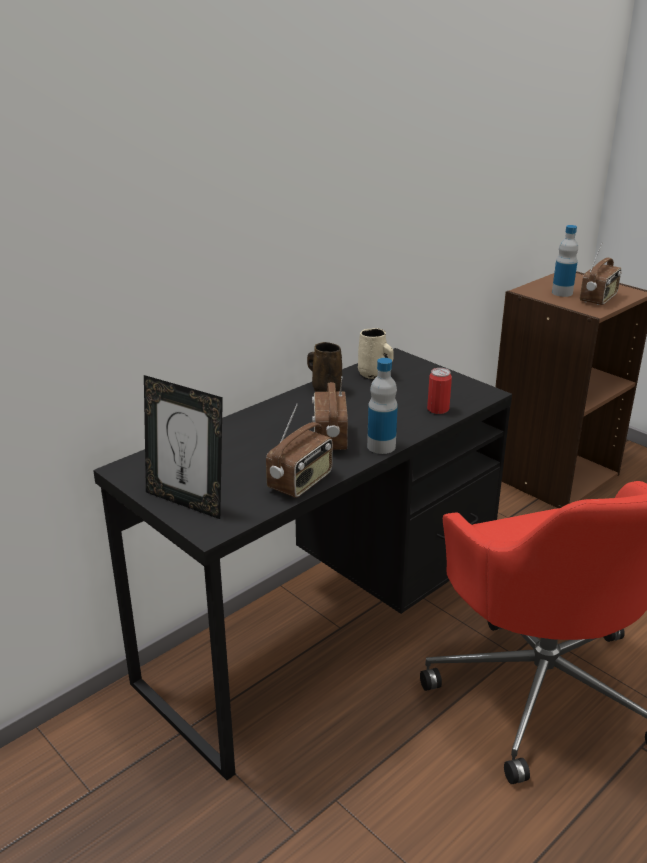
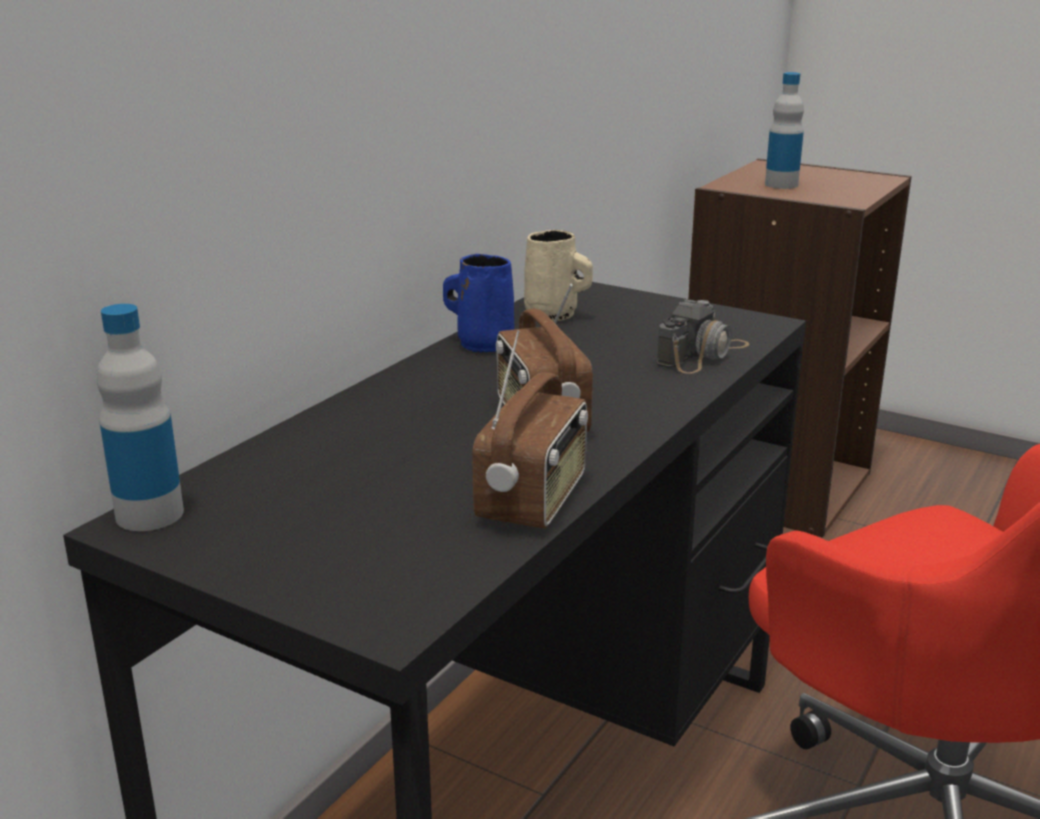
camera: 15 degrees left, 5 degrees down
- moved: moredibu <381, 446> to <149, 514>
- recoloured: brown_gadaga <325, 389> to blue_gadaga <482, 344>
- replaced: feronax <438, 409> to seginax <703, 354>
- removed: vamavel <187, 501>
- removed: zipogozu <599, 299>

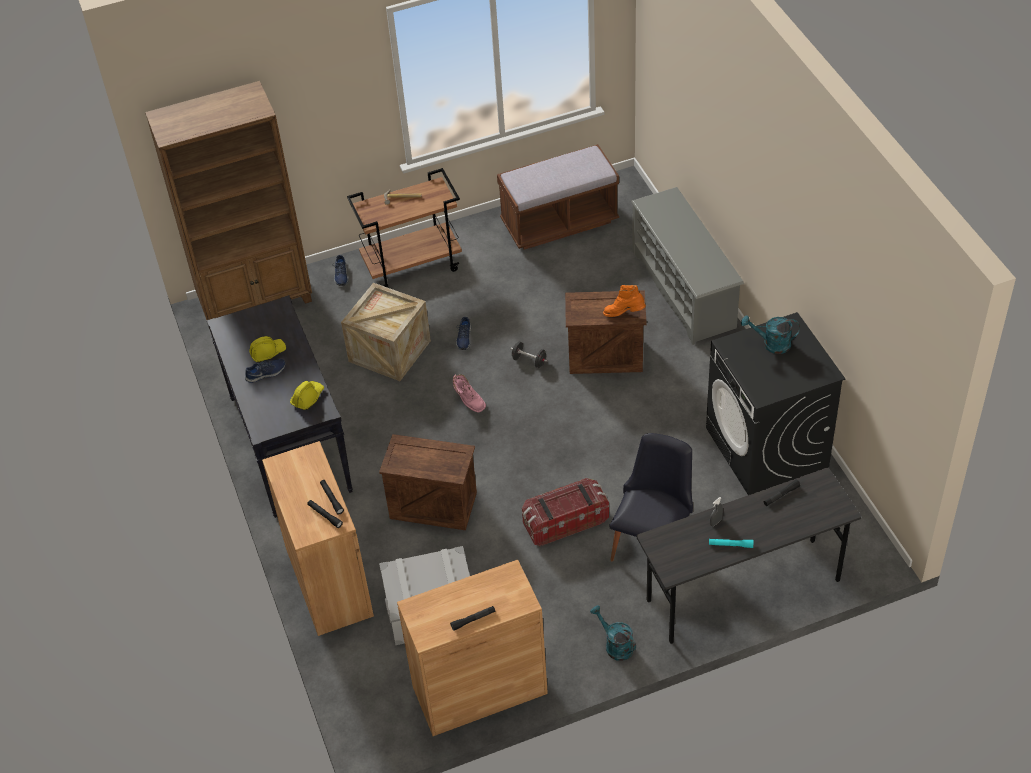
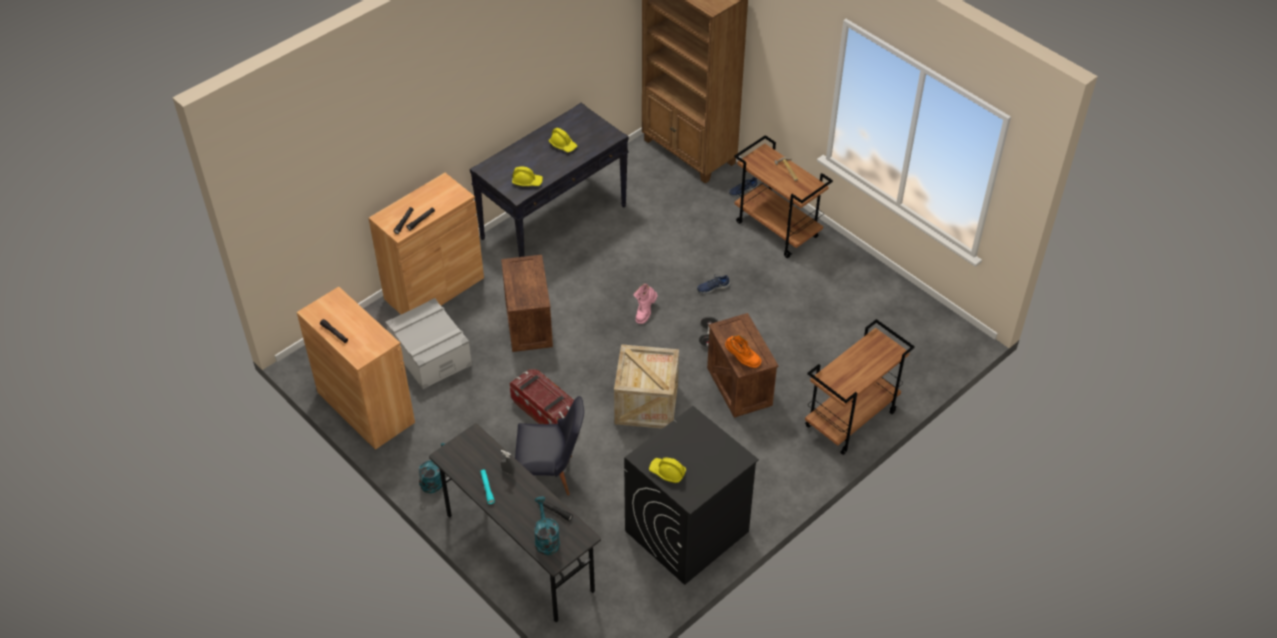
camera: 65 degrees right, 0 degrees up
- moved: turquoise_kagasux <771, 344> to <546, 539>
- moved: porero <389, 351> to <646, 404>
- added: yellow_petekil <667, 472>
- turned: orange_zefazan <624, 314> = <741, 359> 135 degrees clockwise
- replaced: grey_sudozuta <684, 289> to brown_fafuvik <850, 420>
- removed: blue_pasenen <266, 373>
- removed: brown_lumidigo <559, 222>

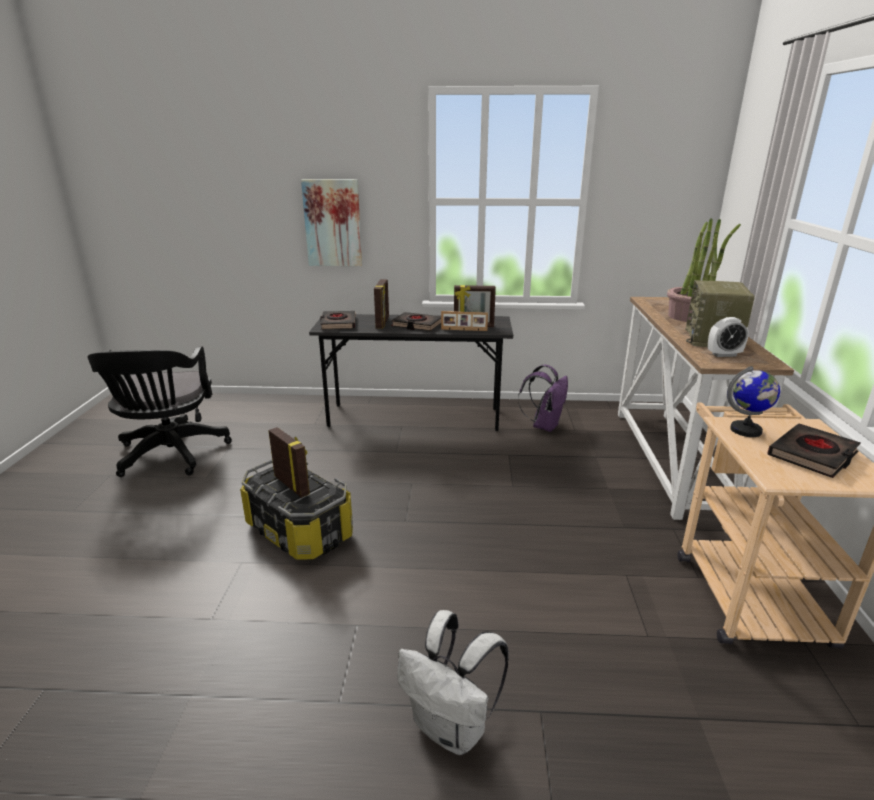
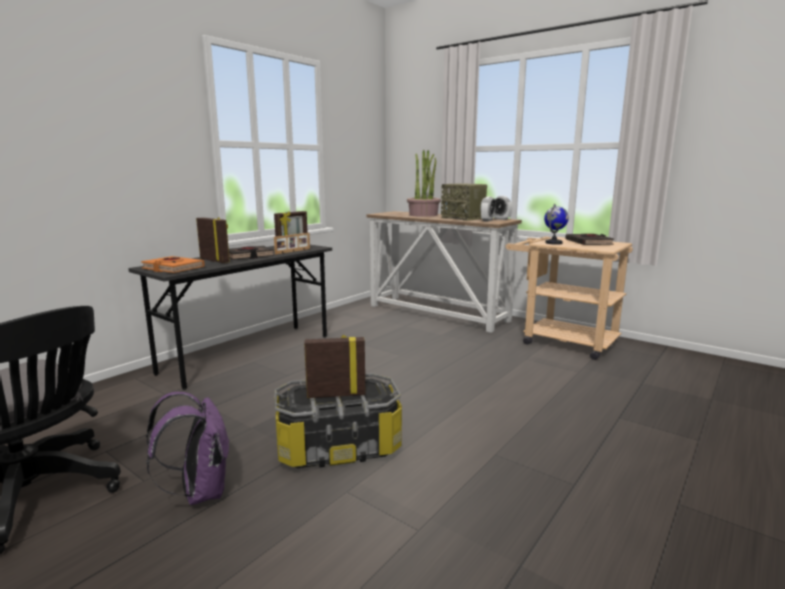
camera: 55 degrees left, 10 degrees down
- recoloured: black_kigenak <338, 323> to orange_kigenak <173, 268>
- moved: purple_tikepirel <544, 425> to <200, 491>
- added: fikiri <501, 219>
- removed: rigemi <333, 223>
- removed: white_tikepirel <452, 728>

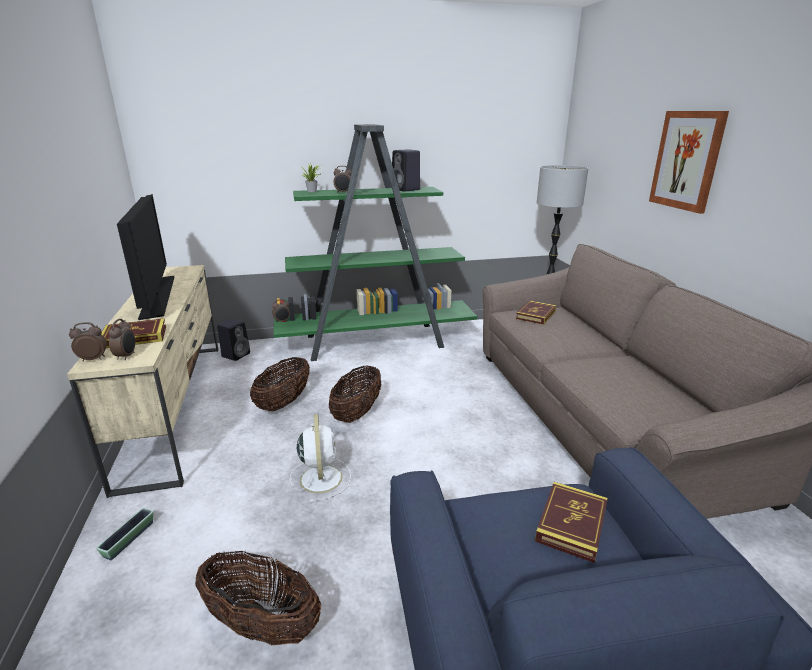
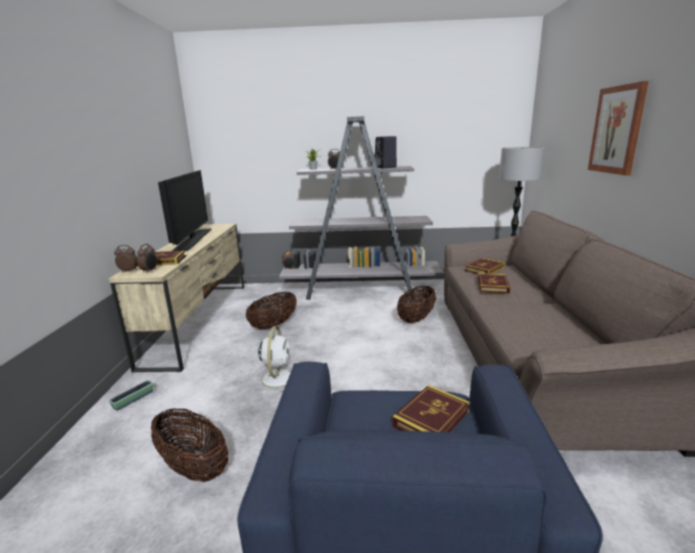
camera: 15 degrees right, 5 degrees down
- recoloured: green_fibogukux <376, 341> to grey_fibogukux <361, 289>
- moved: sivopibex <357, 413> to <416, 319>
- added: kigenak <492, 286>
- removed: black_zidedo <236, 355>

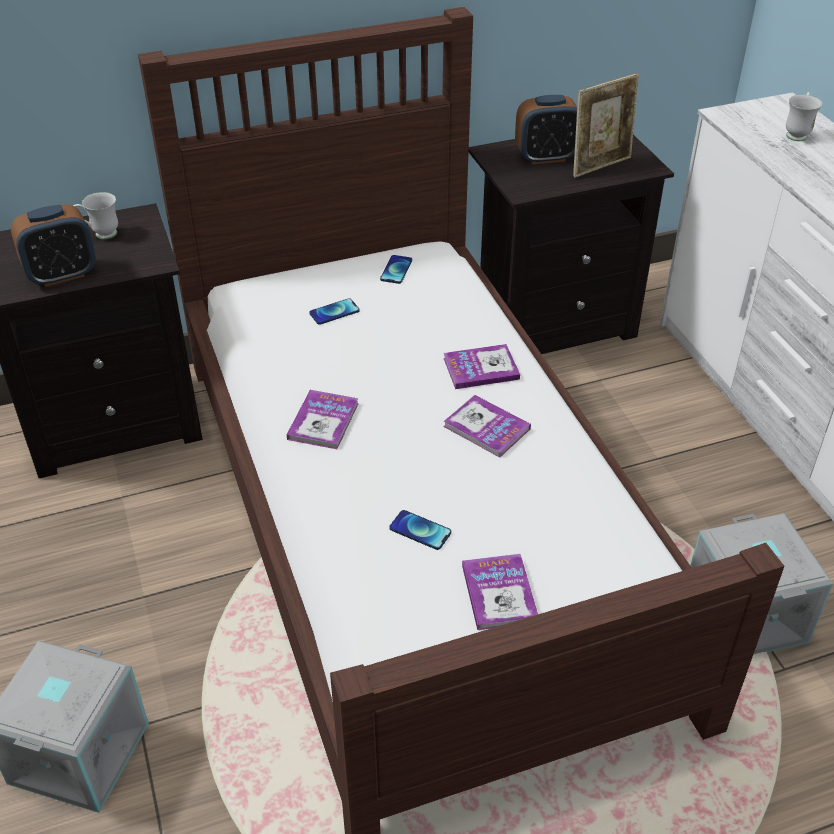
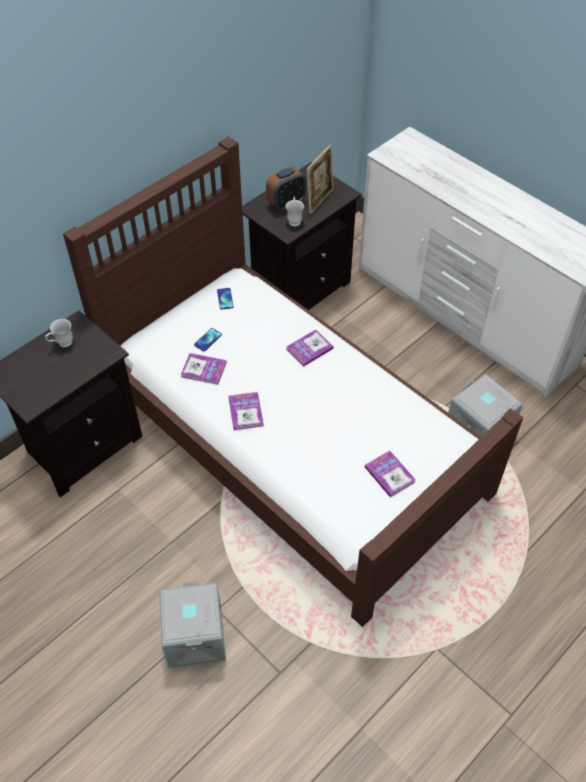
camera: 25 degrees left, 10 degrees up
- moved: kigenak <486, 428> to <203, 369>
- moved: white_gadaga <797, 133> to <294, 220>
- removed: fikiri <62, 275>
- removed: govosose <420, 531>

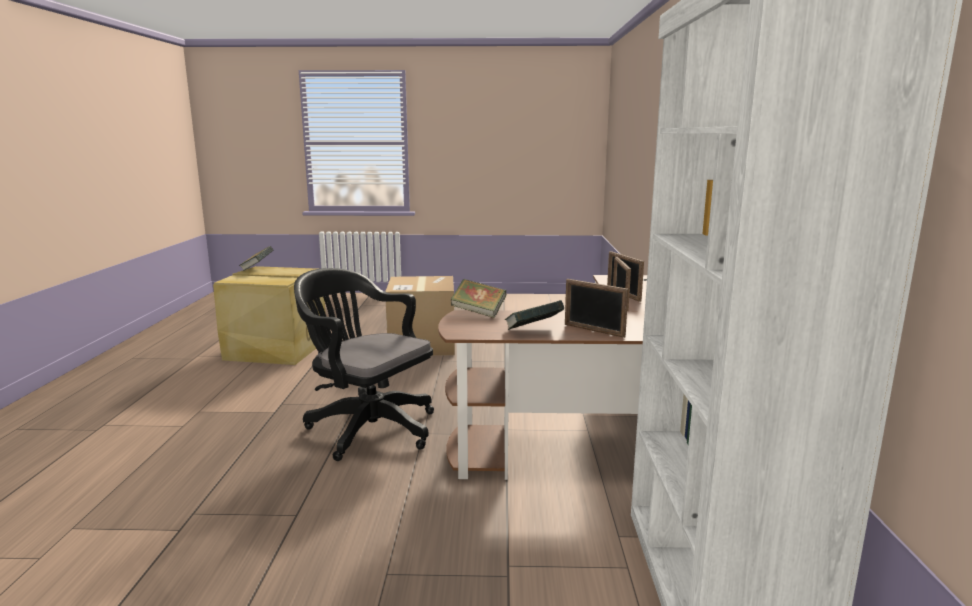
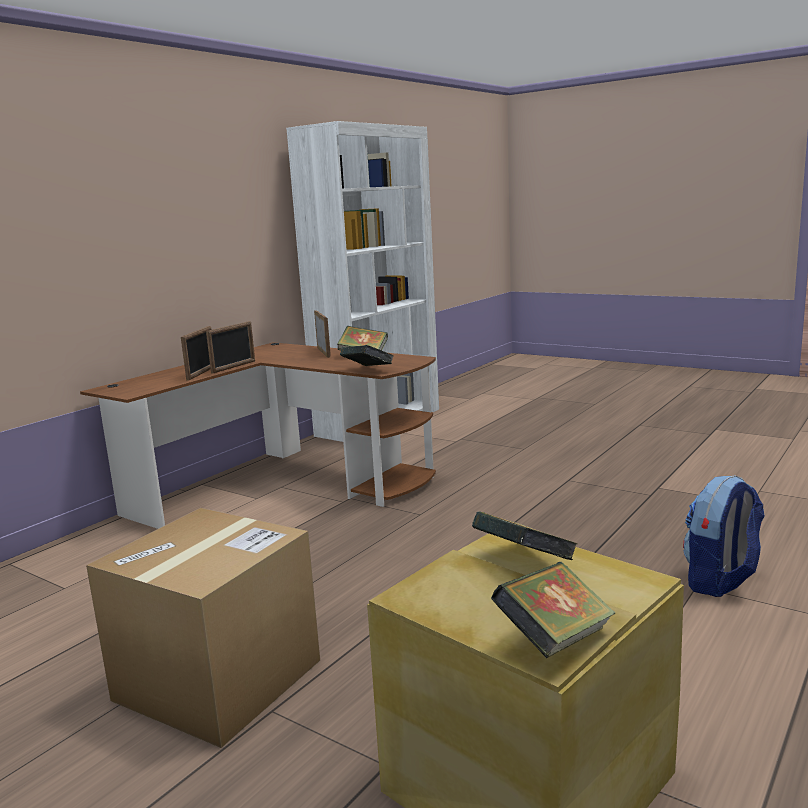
camera: 145 degrees left, 0 degrees up
- added: kigenak <523, 562>
- added: tikepirel <721, 582>
- removed: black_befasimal <367, 427>

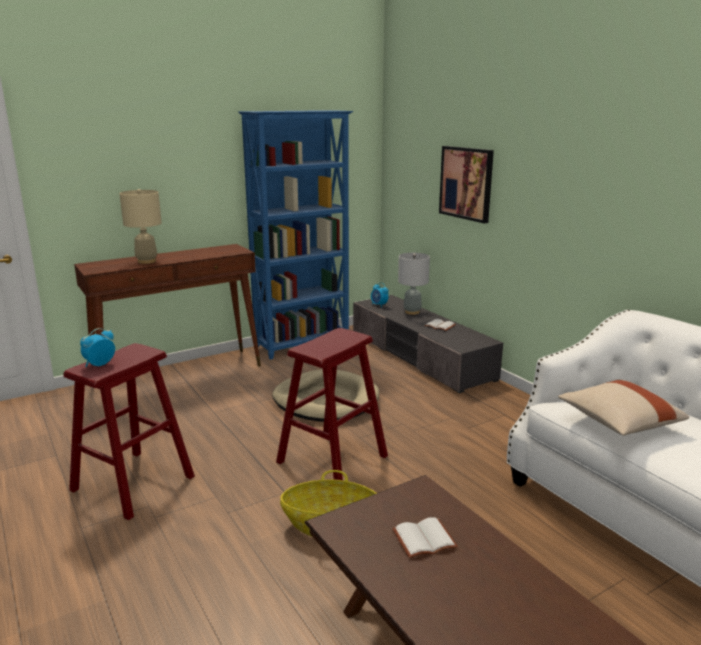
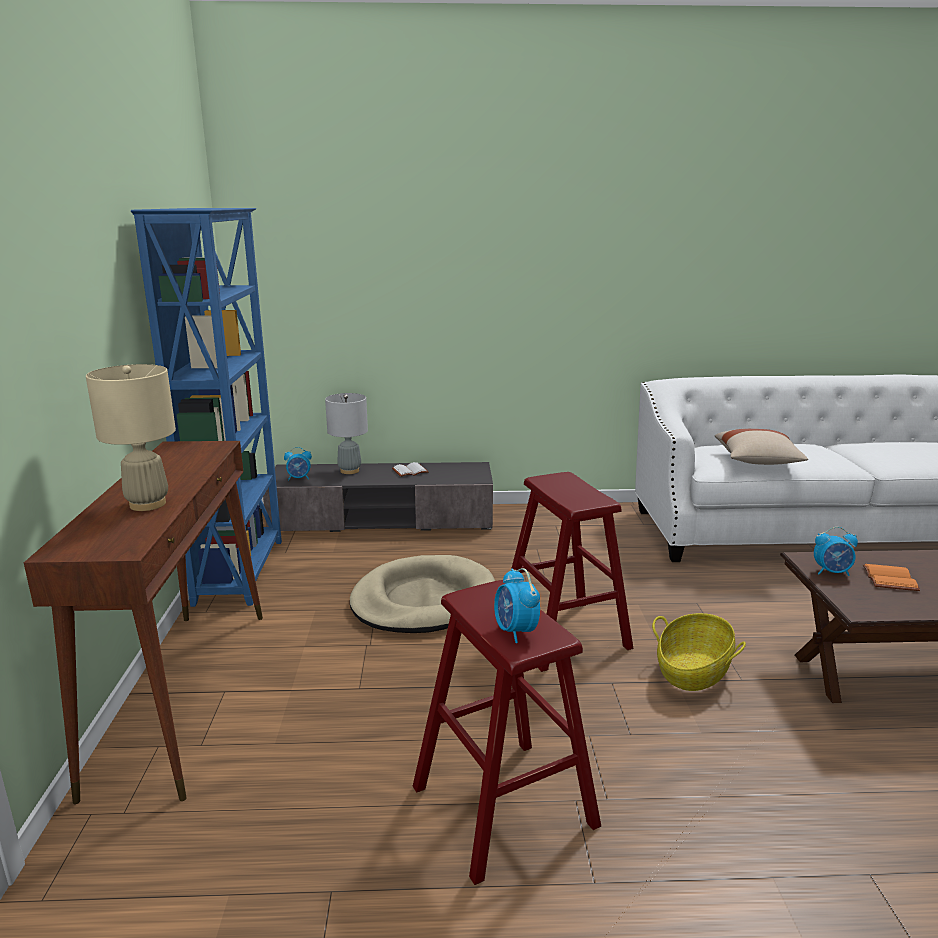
camera: 60 degrees left, 0 degrees up
- added: fikiri <832, 572>
- recoloured: white_kigenak <424, 540> to orange_kigenak <891, 580>
- removed: rigemi <466, 183>

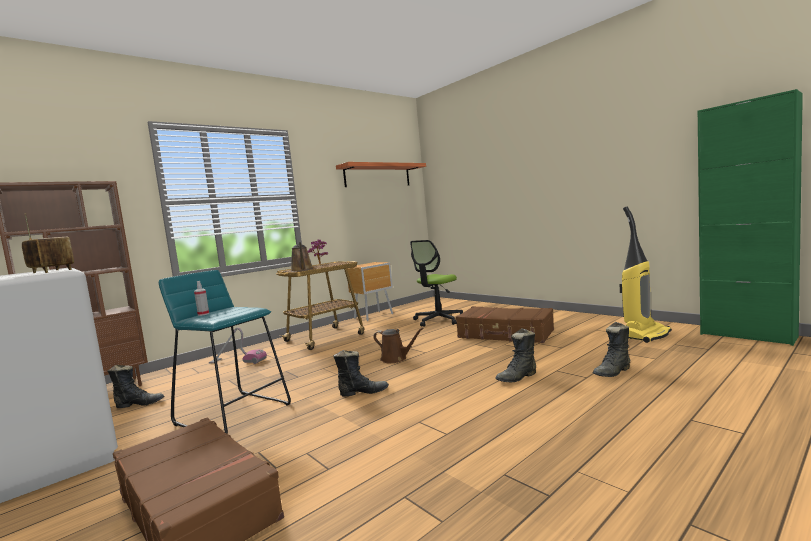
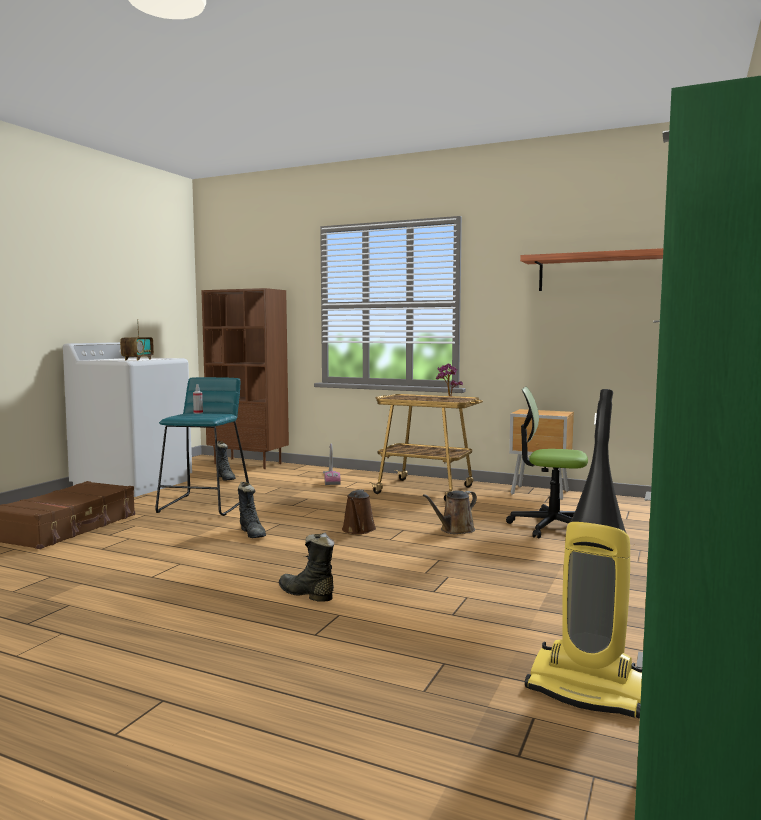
camera: 65 degrees right, 0 degrees up
- moved: brown_kagasux <302, 270> to <455, 530>
- removed: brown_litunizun <505, 334>
- removed: black_zefazan <613, 372>

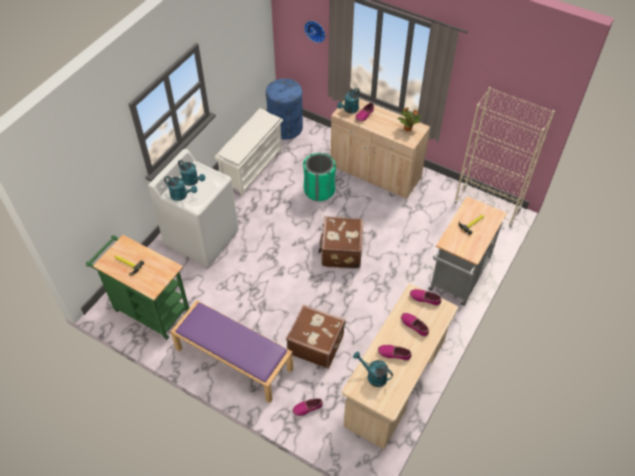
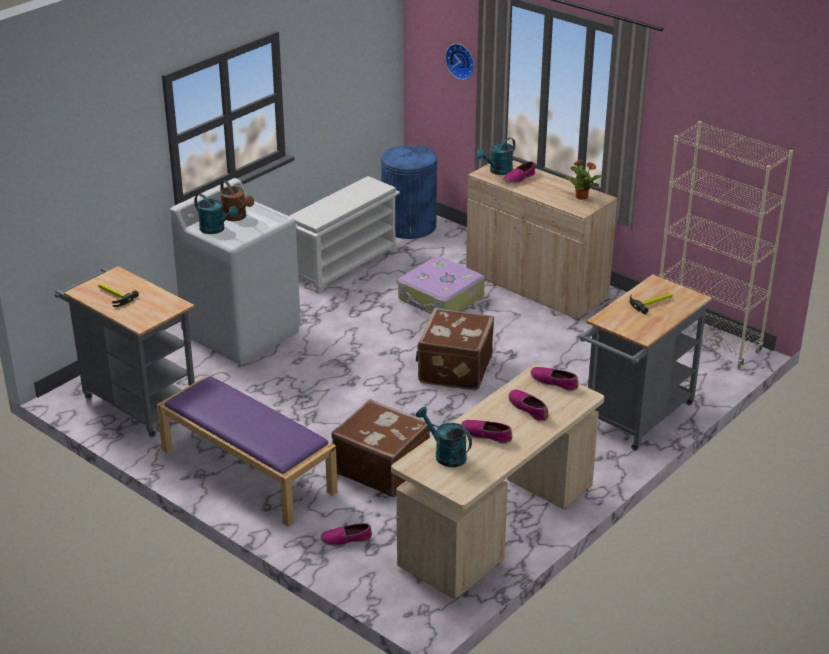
camera: 10 degrees right, 20 degrees down
- recoloured: green_fafuvik <148, 309> to grey_fafuvik <135, 402>
- recoloured: turquoise_kagasux <192, 181> to brown_kagasux <237, 217>
- replaced: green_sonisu <319, 190> to litunizun <440, 298>

